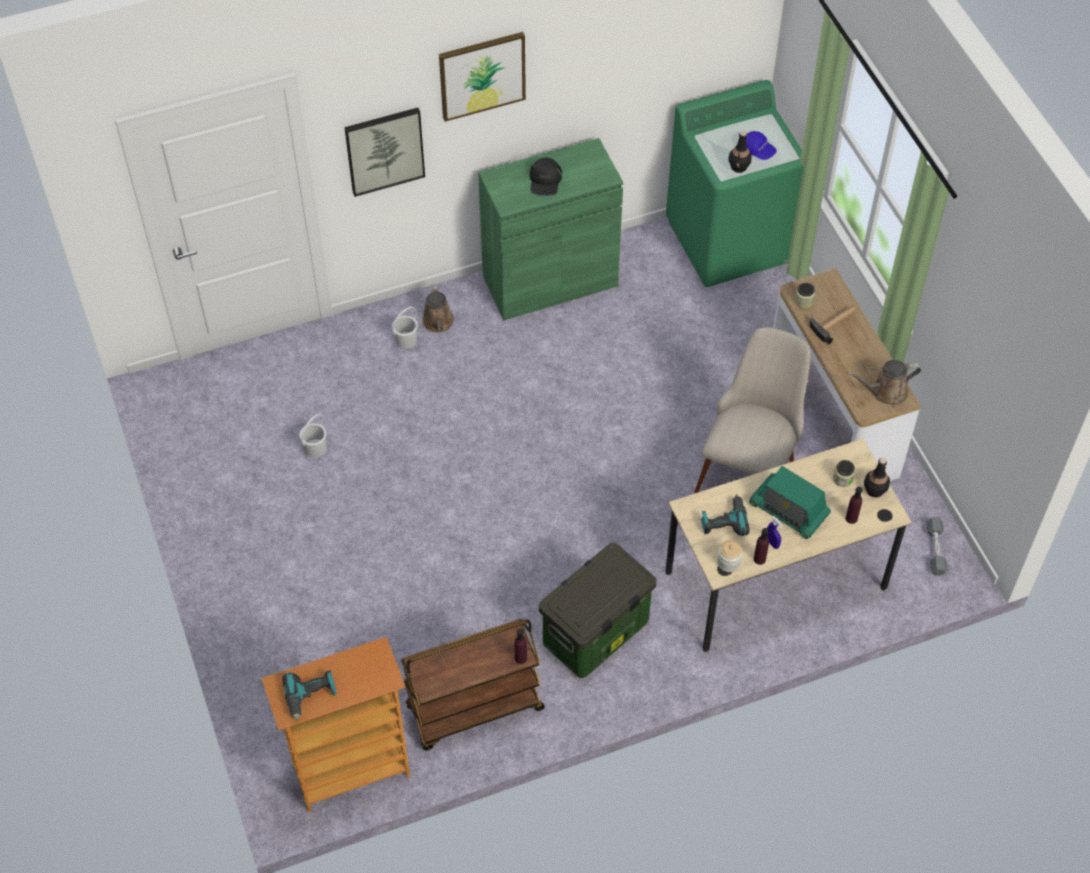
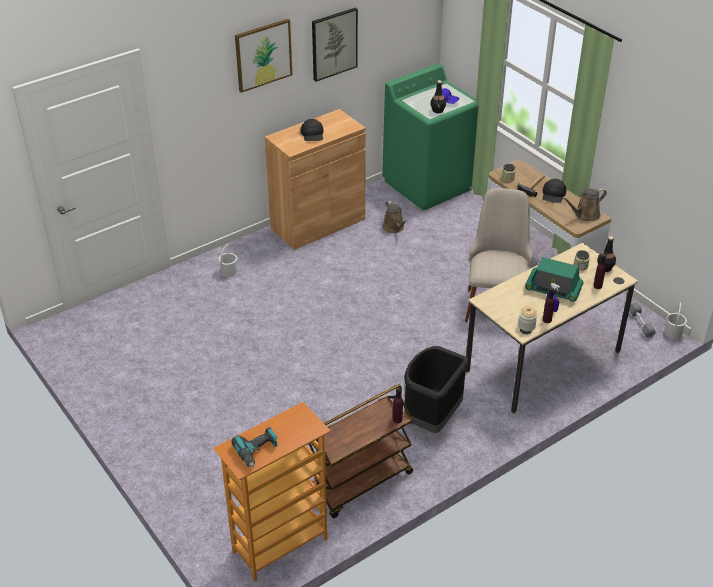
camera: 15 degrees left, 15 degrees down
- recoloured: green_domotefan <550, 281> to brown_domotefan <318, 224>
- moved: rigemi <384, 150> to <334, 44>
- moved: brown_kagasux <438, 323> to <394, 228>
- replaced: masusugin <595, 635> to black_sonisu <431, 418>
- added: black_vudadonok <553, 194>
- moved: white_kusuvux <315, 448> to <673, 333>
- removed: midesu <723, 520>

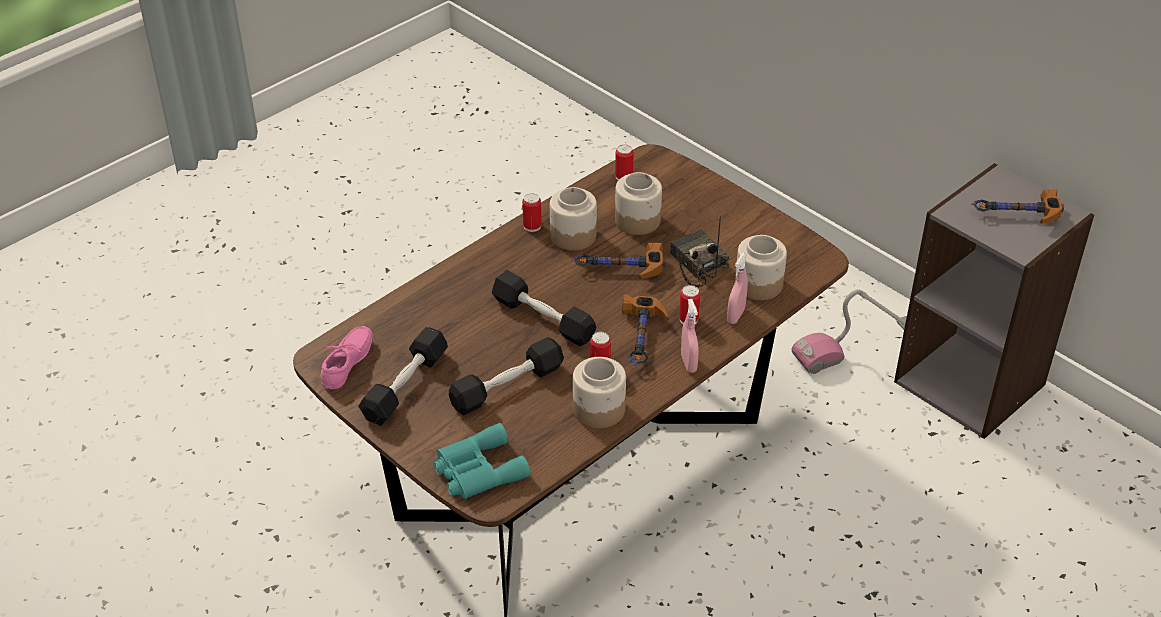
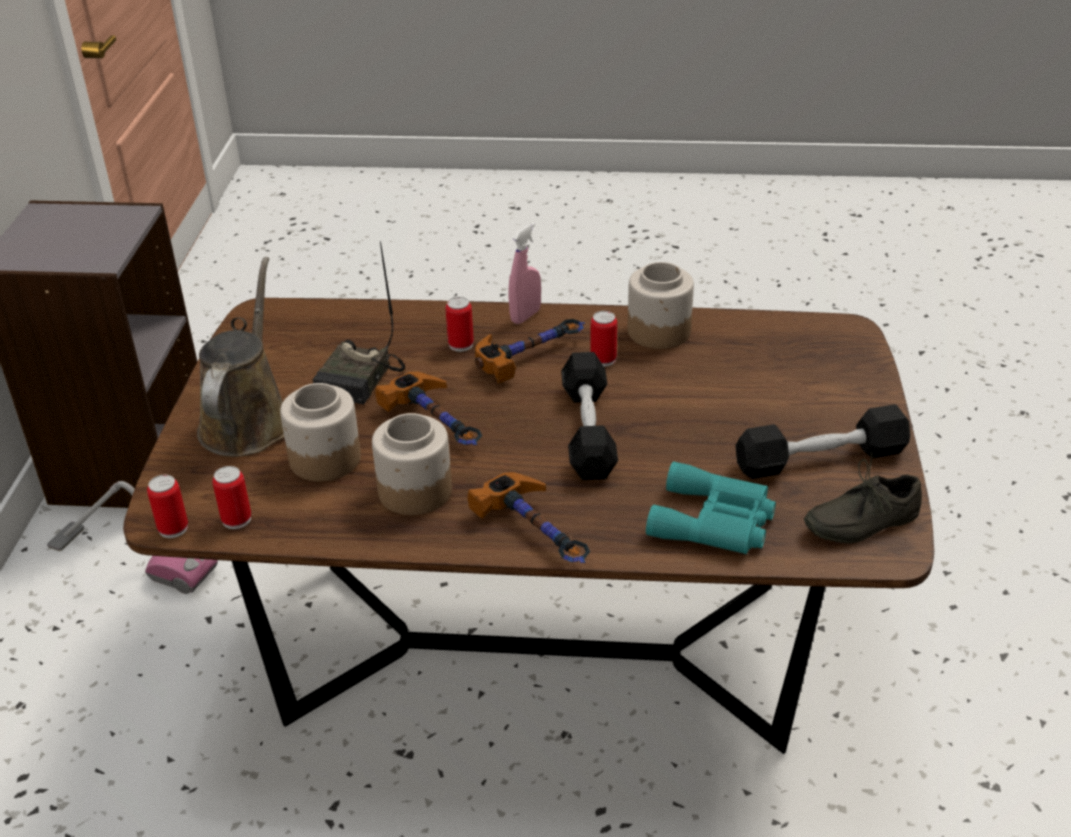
camera: 130 degrees left, 5 degrees down
- moved: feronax <532, 226> to <173, 528>
- added: brown_kagasux <248, 421>
- moved: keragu <1015, 216> to <539, 534>
- moved: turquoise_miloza <477, 470> to <715, 522>
- recoloured: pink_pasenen <350, 363> to grey_pasenen <859, 520>
- removed: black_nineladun <507, 387>
- removed: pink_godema <735, 316>
- removed: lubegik <759, 285>

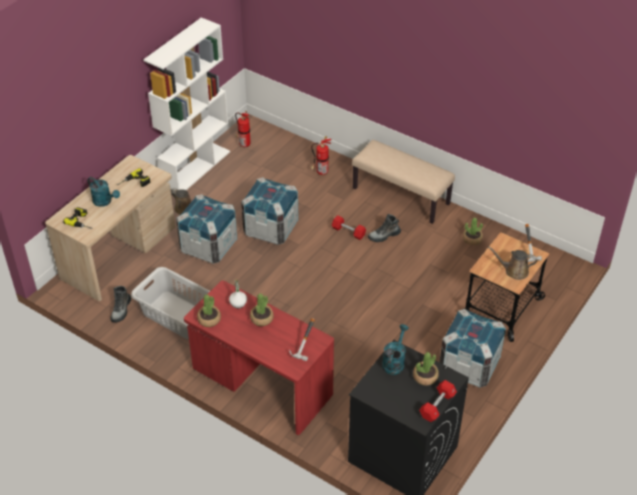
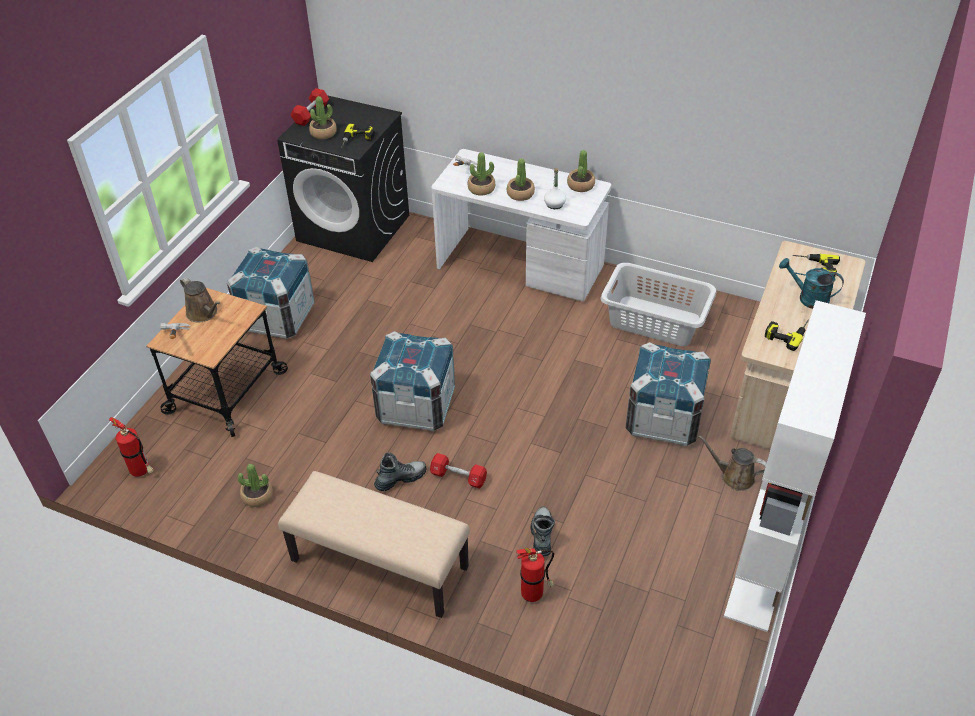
camera: 170 degrees right, 0 degrees up
- moved: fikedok <243, 144> to <142, 472>
- turned: brown_kagasux <514, 271> = <203, 313> 45 degrees clockwise
- replaced: turquoise_kagasux <394, 361> to midesu <357, 140>
- moved: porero <271, 228> to <416, 406>
- recoloured: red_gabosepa <261, 383> to white_gabosepa <520, 266>
- added: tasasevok <481, 188>
- moved: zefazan <121, 310> to <542, 535>

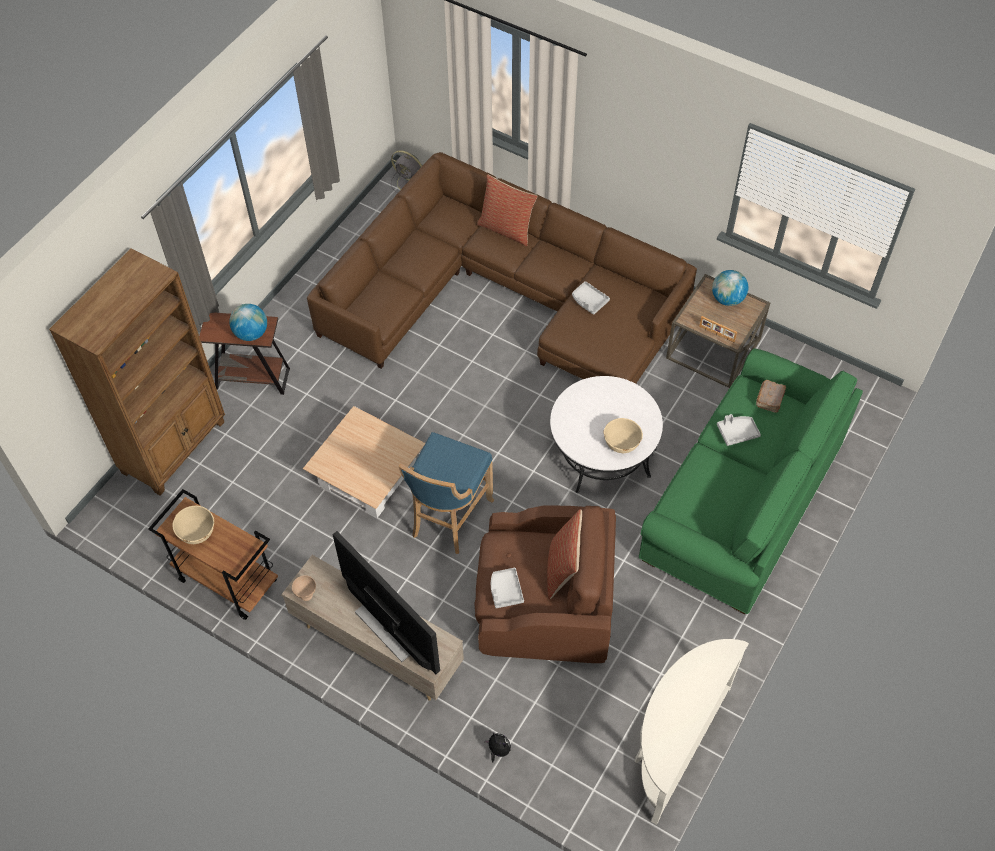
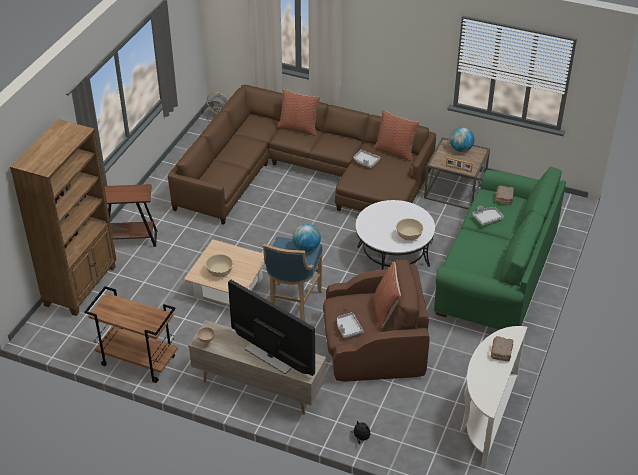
camera: 10 degrees left, 15 degrees down
- moved: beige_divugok <197, 532> to <220, 272>
- moved: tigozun <251, 333> to <306, 248>
- added: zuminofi <395, 151>
- added: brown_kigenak <501, 352>

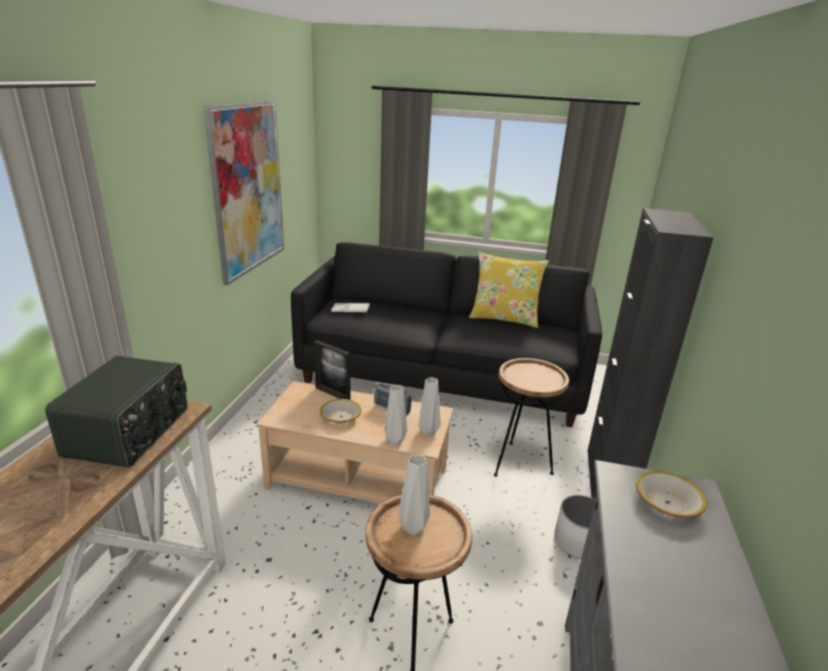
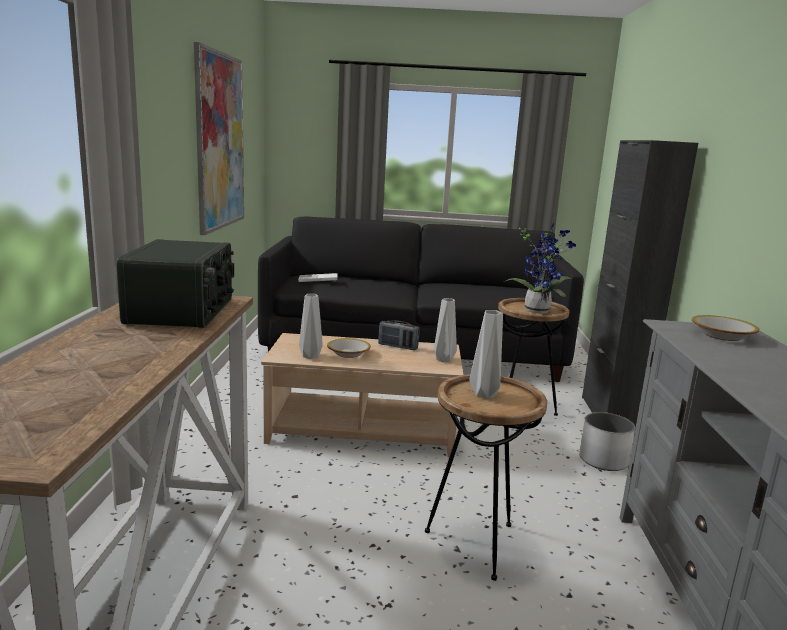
camera: 10 degrees left, 10 degrees down
- moved: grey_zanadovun <395, 439> to <310, 356>
- added: tasasevok <538, 310>
- removed: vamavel <332, 394>
- removed: yellow_zuminofi <504, 318>

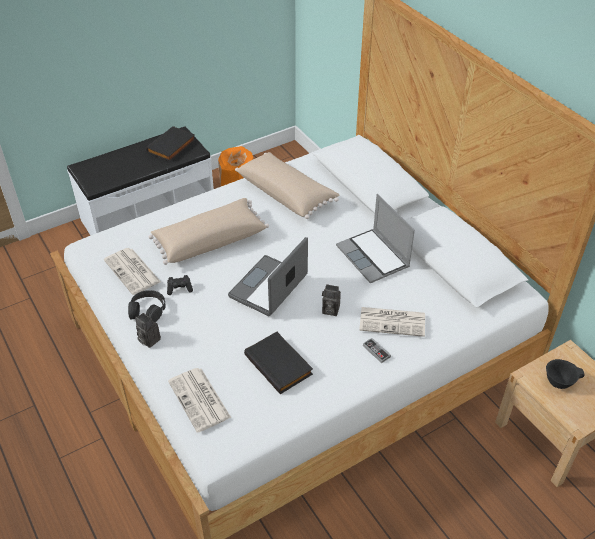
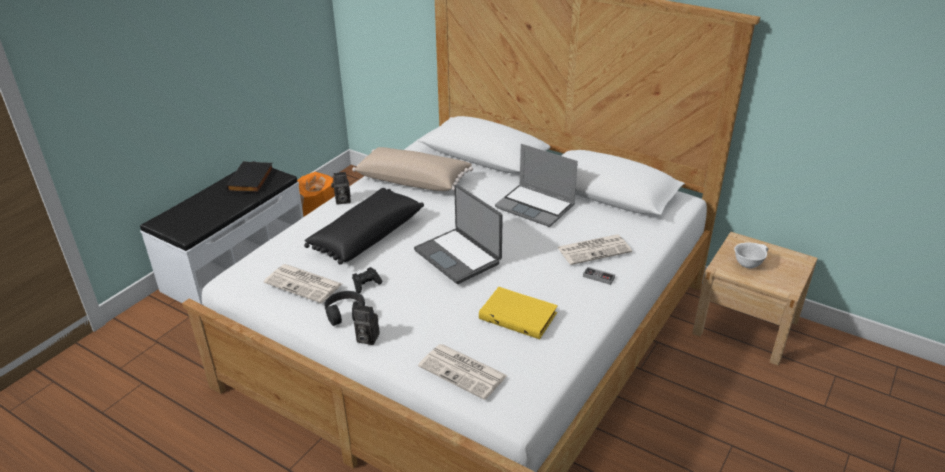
camera: 25 degrees left, 10 degrees down
- recoloured: beige_zuminofi <209, 240> to black_zuminofi <366, 236>
- moved: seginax <329, 310> to <342, 201>
- turned: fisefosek <269, 287> = <458, 256> 45 degrees counterclockwise
- recoloured: black_kigenak <280, 364> to yellow_kigenak <519, 315>
- recoloured: black_divugok <559, 382> to white_divugok <747, 264>

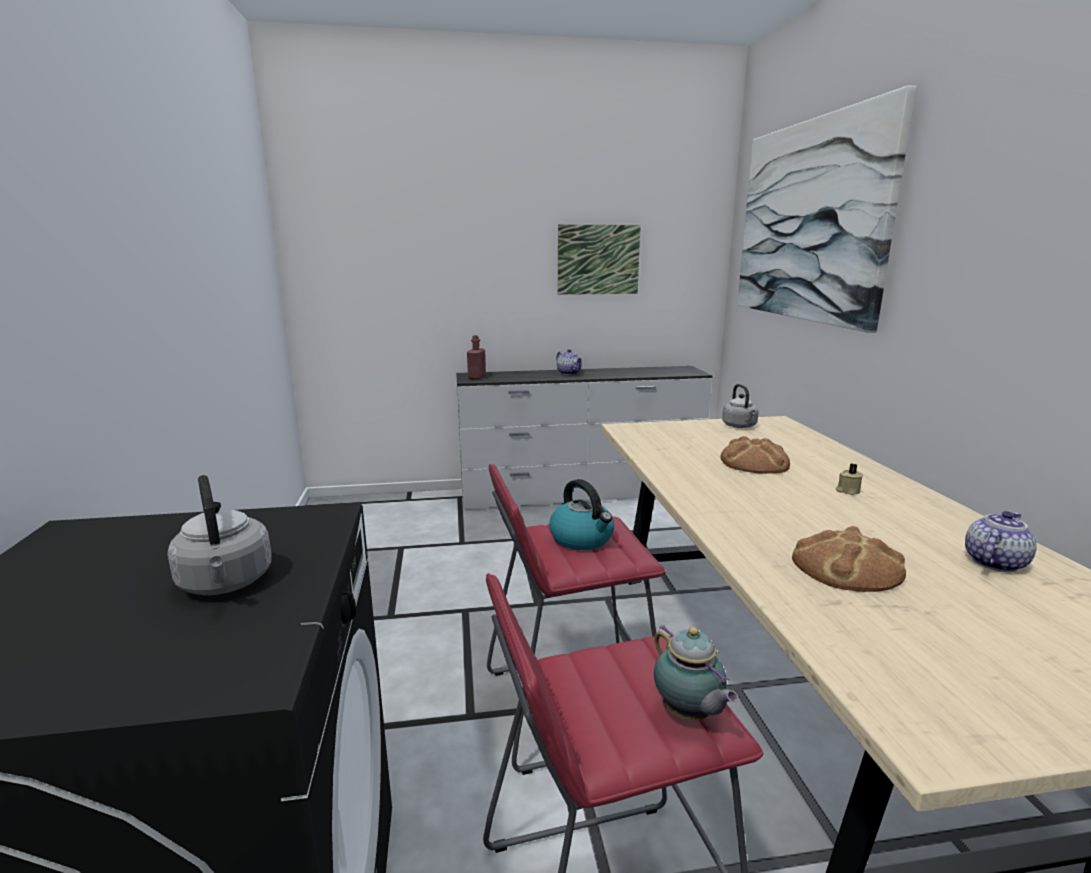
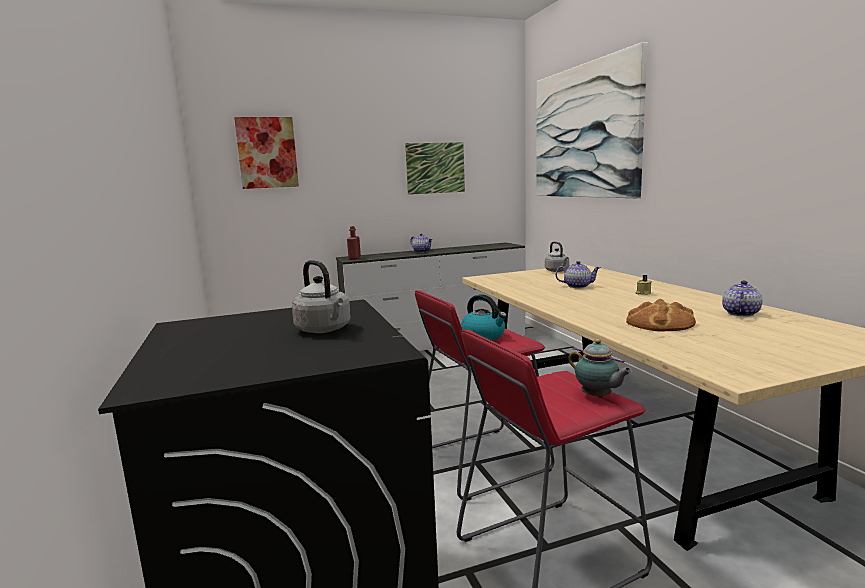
camera: 10 degrees left, 5 degrees down
- added: rigemi <267, 153>
- replaced: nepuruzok <754, 462> to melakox <577, 286>

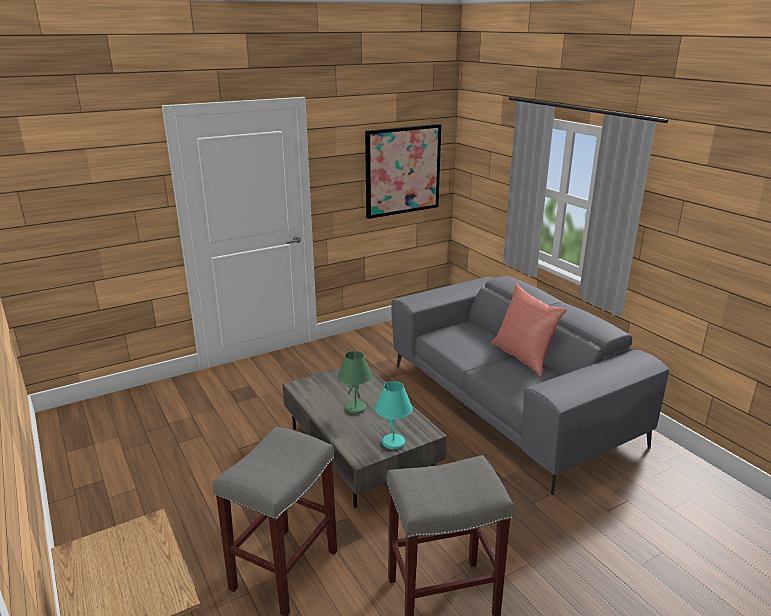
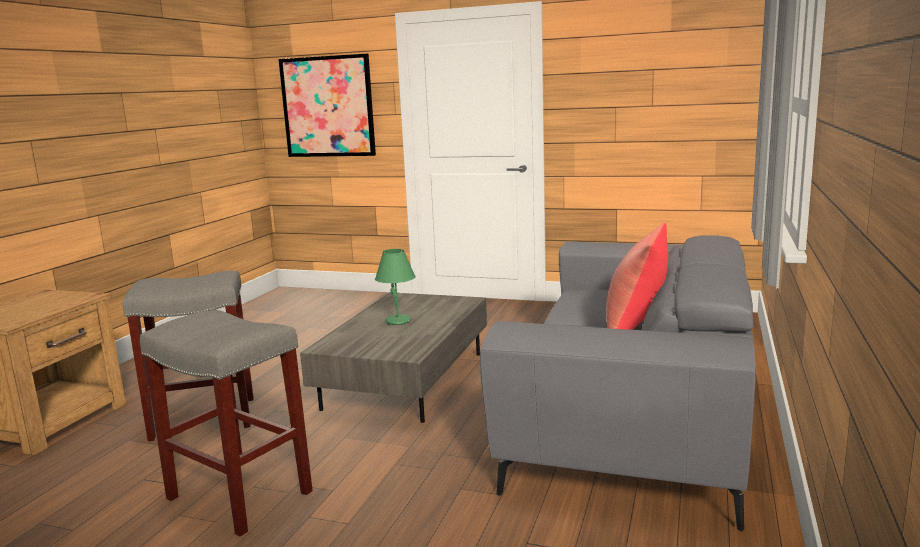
camera: 50 degrees right, 10 degrees down
- moved: rigemi <402, 170> to <328, 107>
- removed: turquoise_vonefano <393, 443>

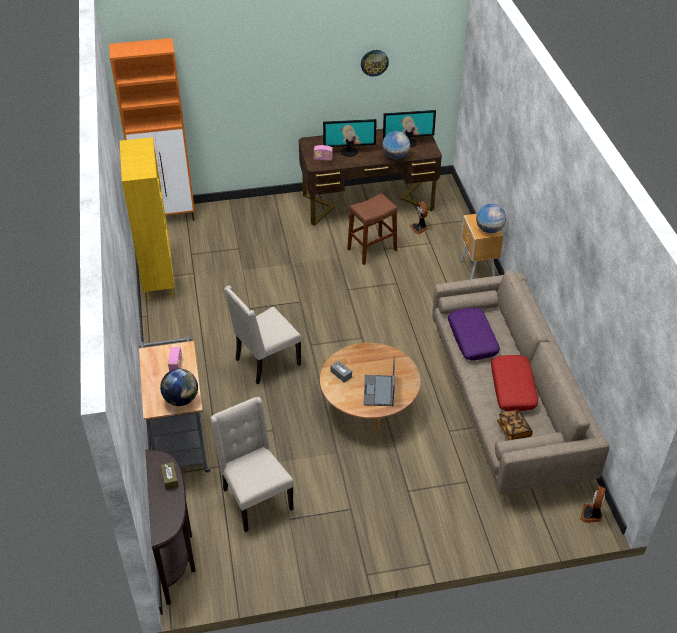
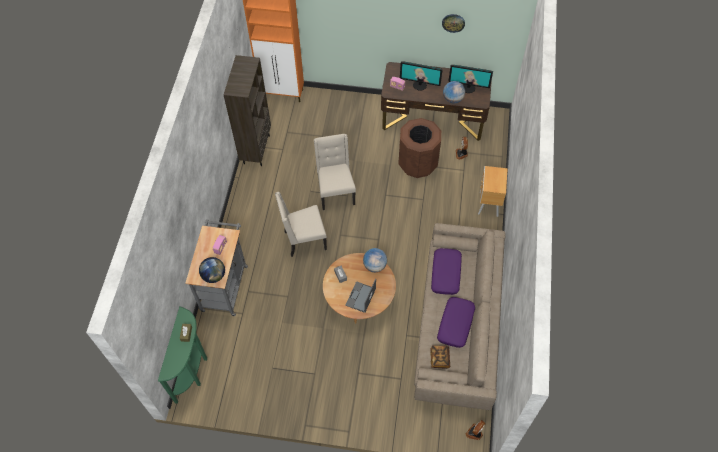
camera: 20 degrees right, 15 degrees up
- recoloured: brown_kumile <177, 554> to green_kumile <193, 370>
- recoloured: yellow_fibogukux <158, 280> to brown_fibogukux <256, 149>
- moved: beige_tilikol <255, 499> to <335, 192>
- moved: tigozun <489, 229> to <375, 265>
- replaced: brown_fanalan <372, 249> to brown_sonisu <417, 164>
- recoloured: red_zuminofi <513, 388> to purple_zuminofi <456, 324>

